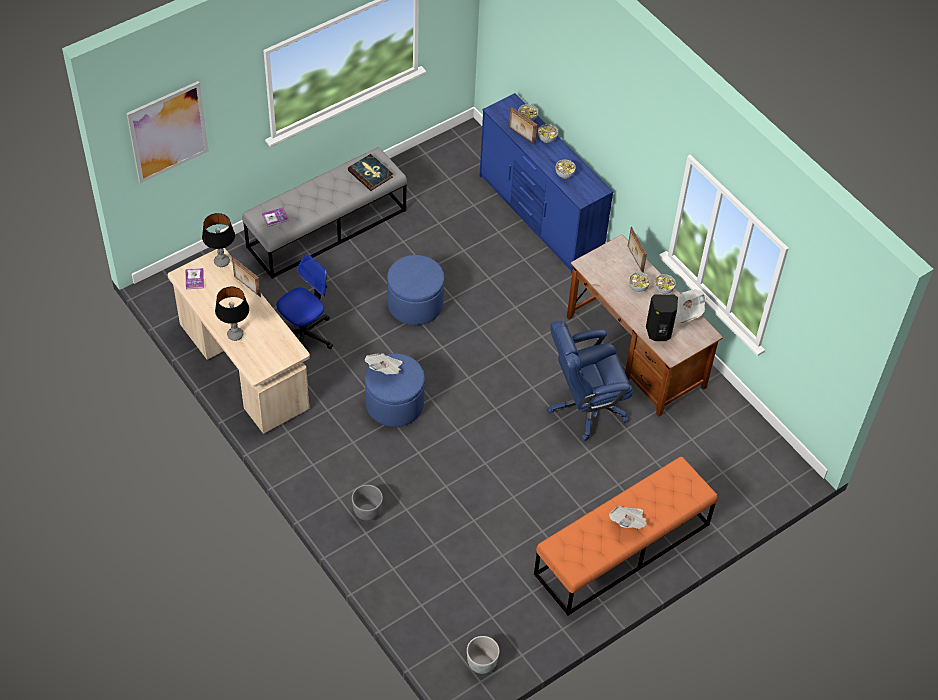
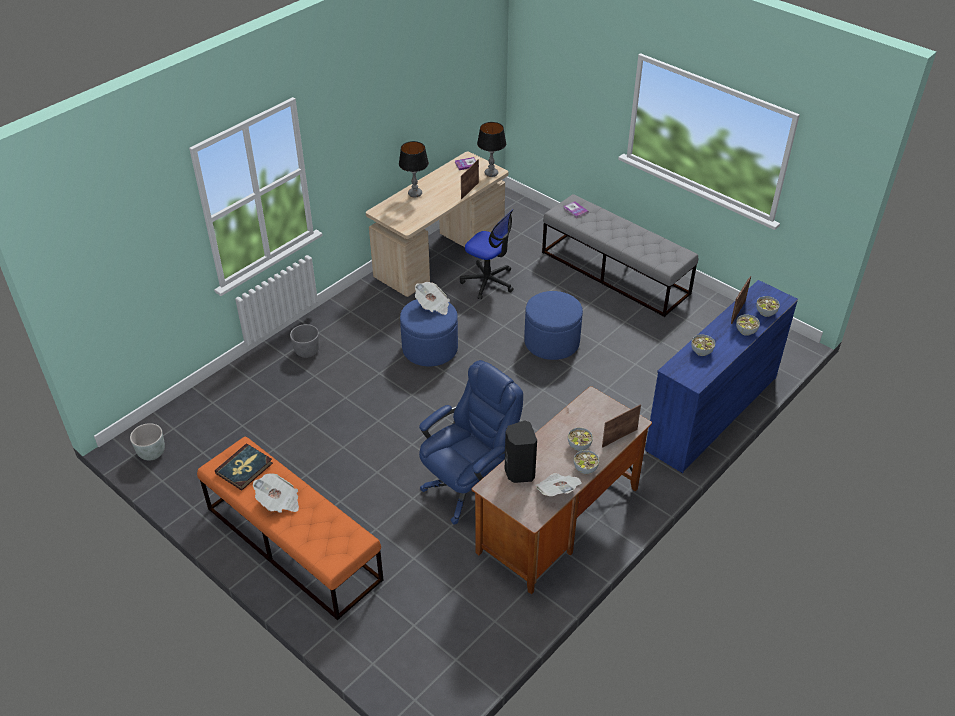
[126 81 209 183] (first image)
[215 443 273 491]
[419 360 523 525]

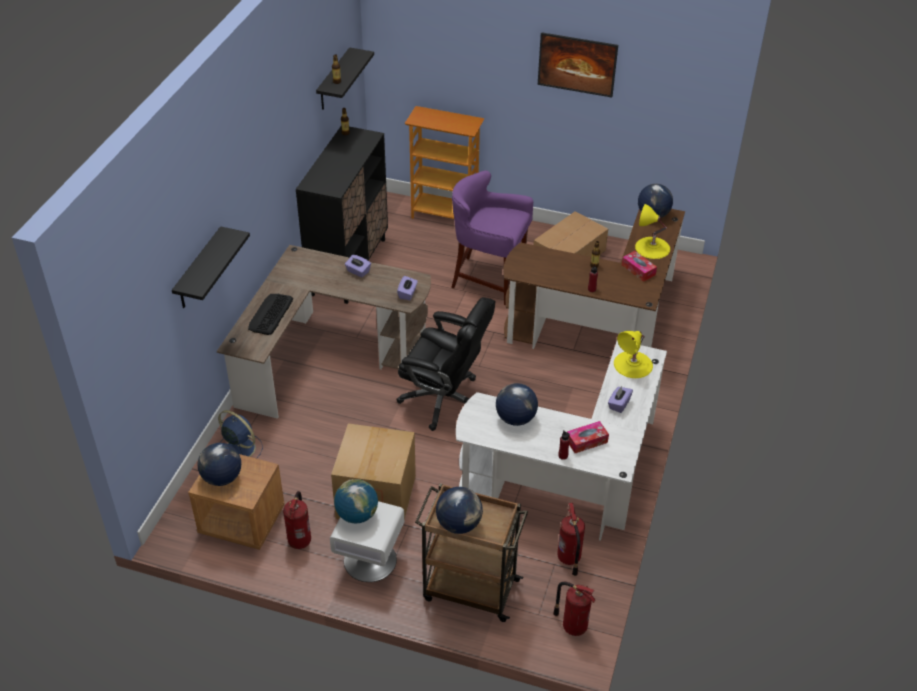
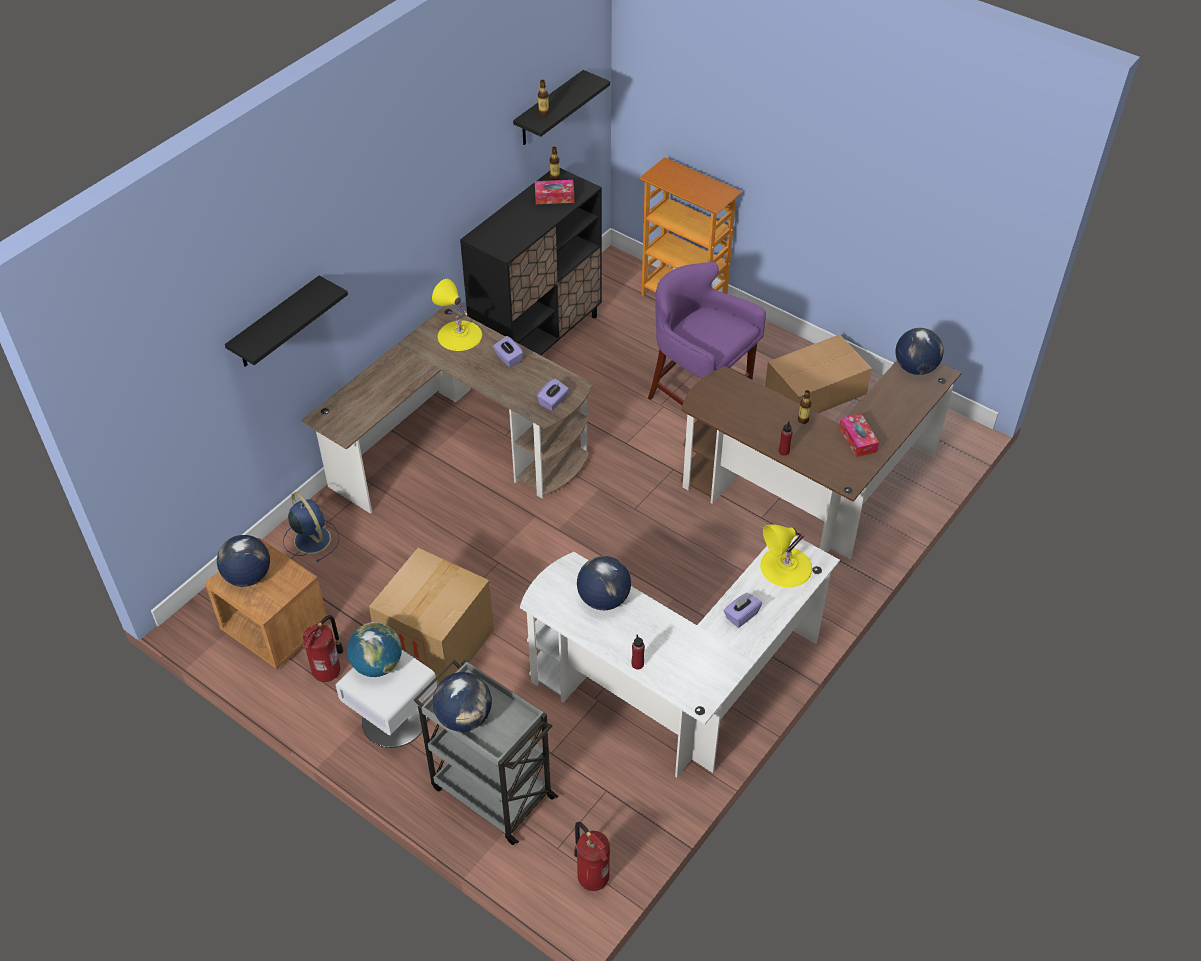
[248 294 293 335] (first image)
[396 297 495 431] (first image)
[538 32 618 98] (first image)
[557 503 585 576] (first image)
[535 180 574 204]
[432 279 482 351]
[414 659 558 845]

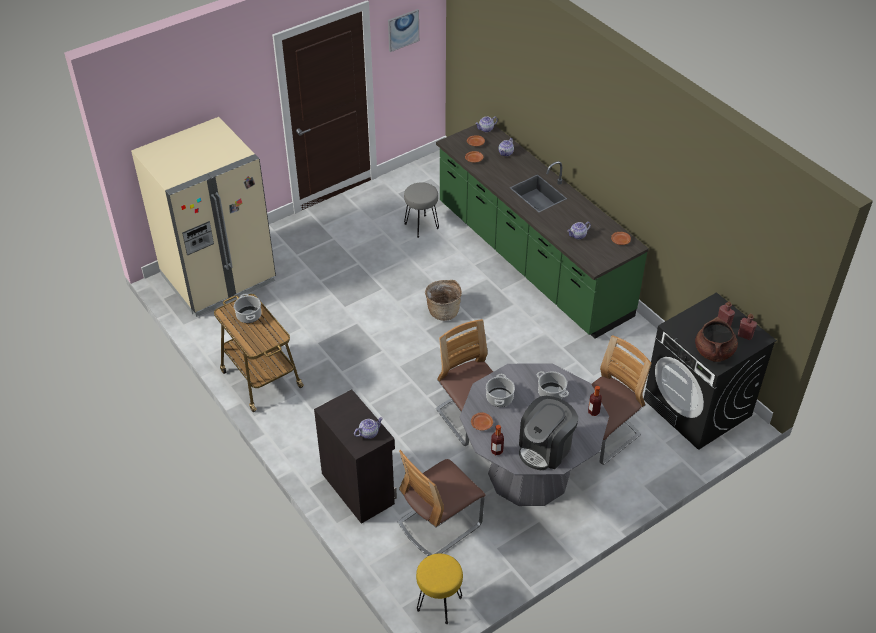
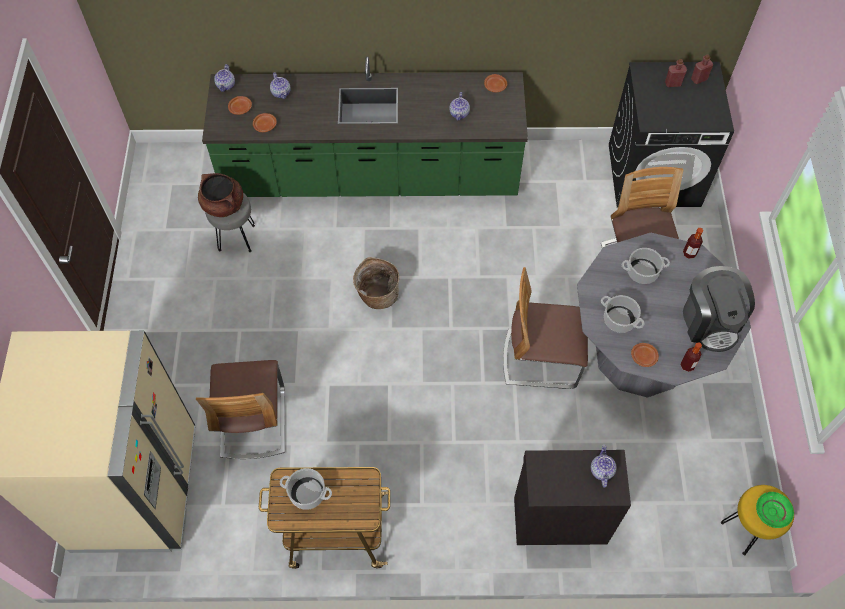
[388 9 419 52] (first image)
[756 492 794 528]
[196 360 285 459]
[198 173 243 217]

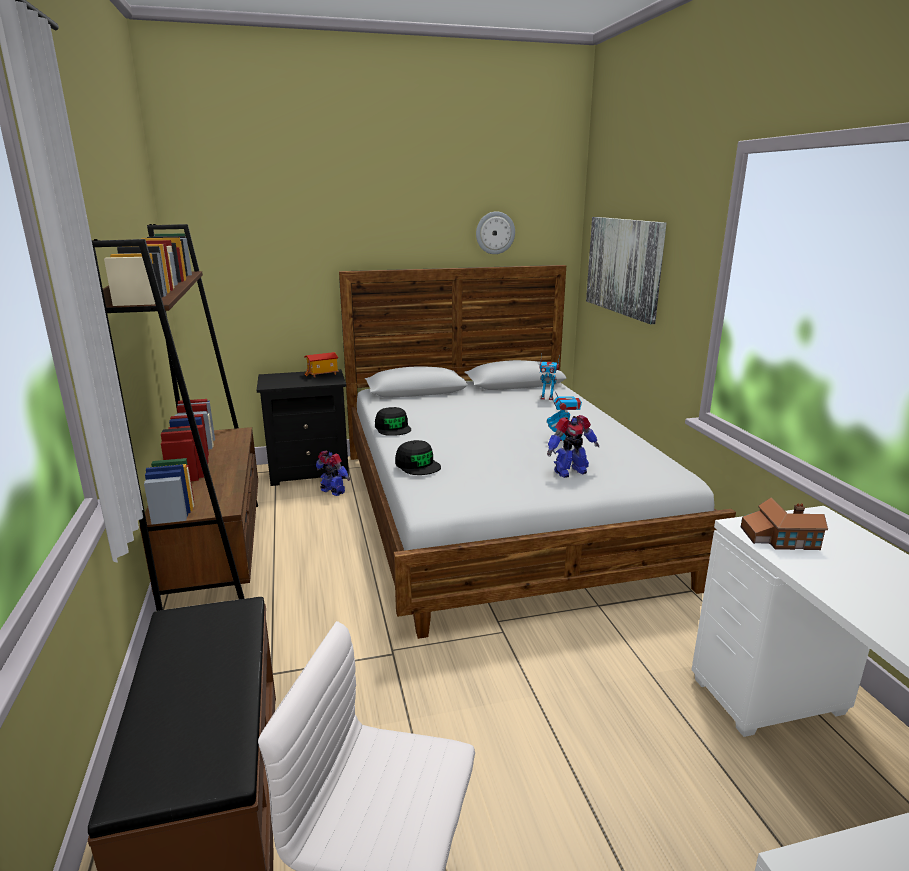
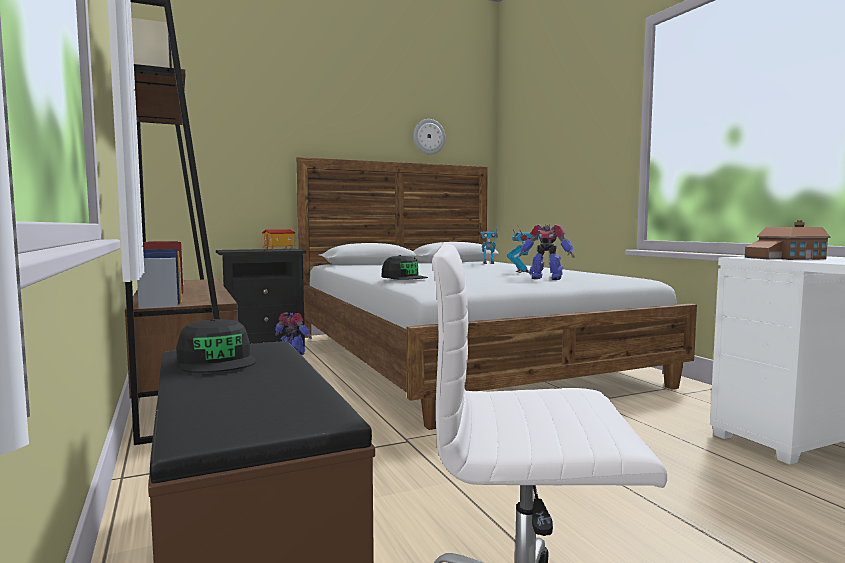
[586 217 666 324] (first image)
[176 319 256 373]
[519 224 575 280]

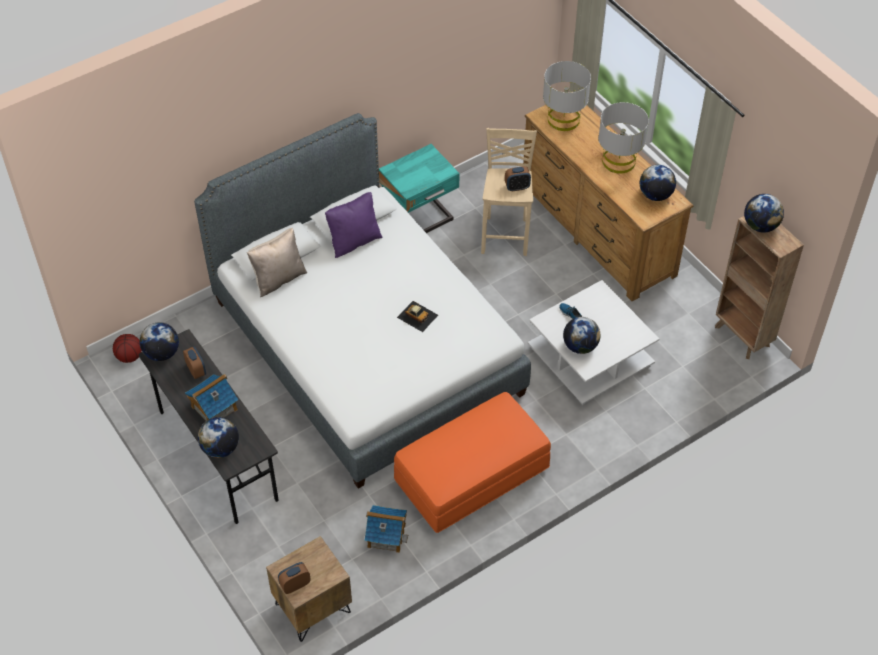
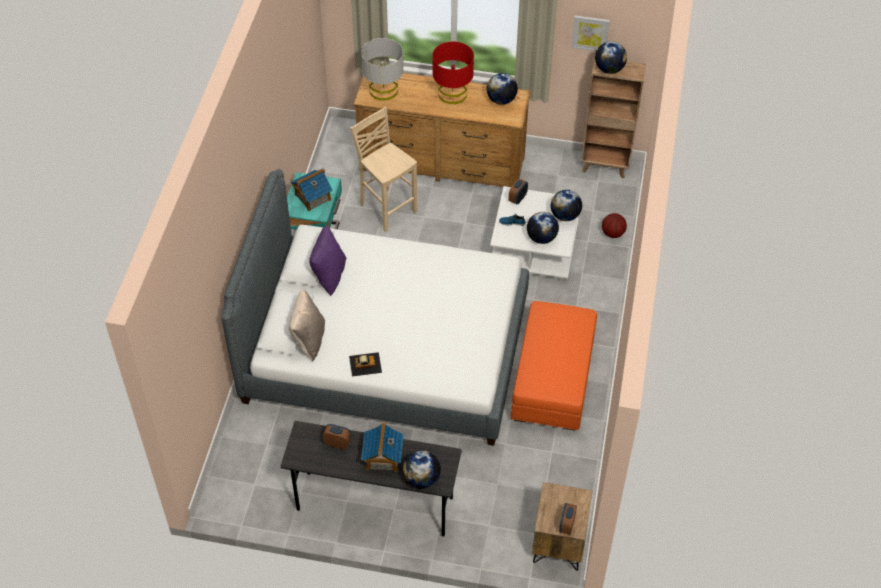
[571 15 610 51]
[602 213 627 238]
[551 190 582 221]
[291 168 332 211]
[349 352 382 376]
[508 178 528 205]
[432 42 474 104]

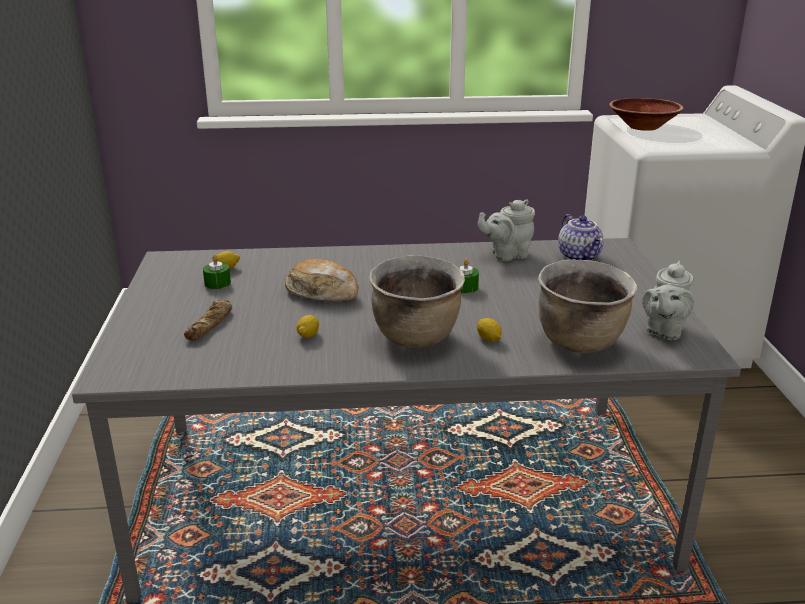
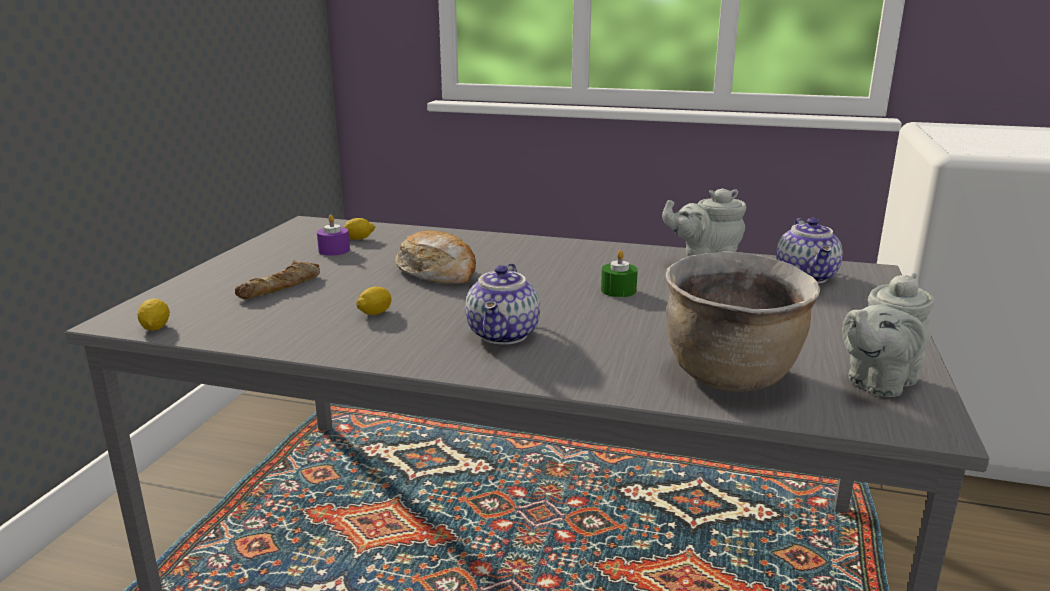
[609 98 683 131] (first image)
[137 298 170 331]
[465 263 540 345]
[317 215 350 256]

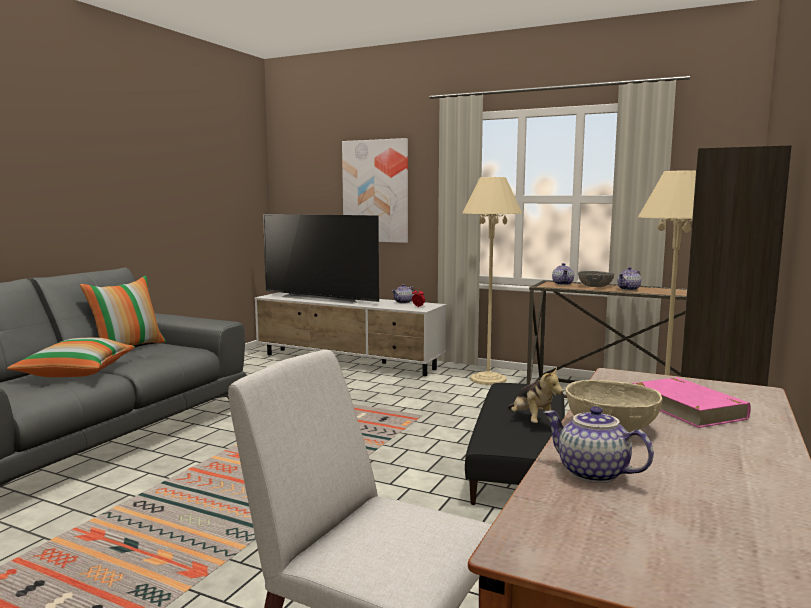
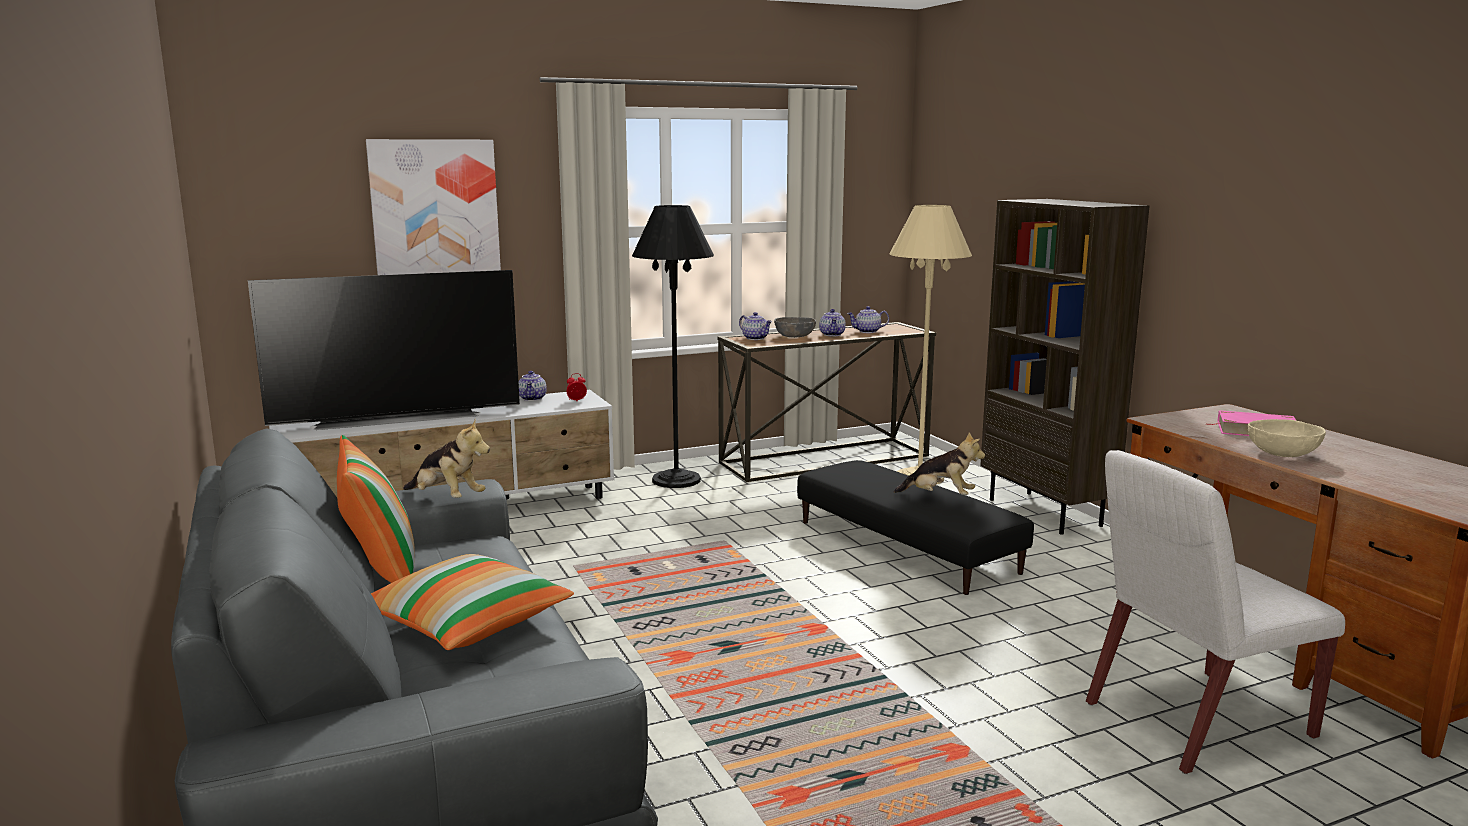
[403 419 490 498]
[847 306 889 333]
[632 205 714 488]

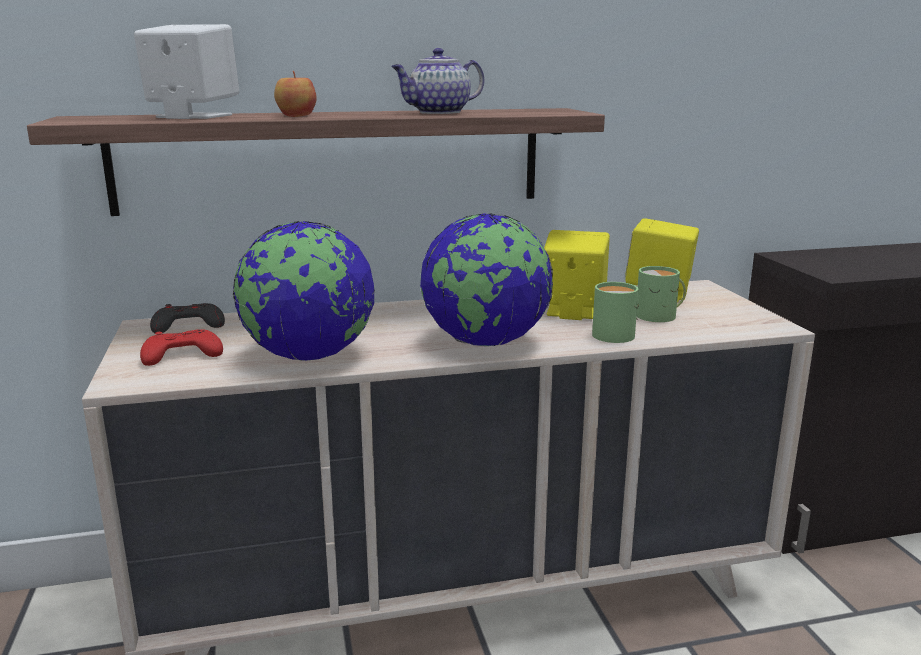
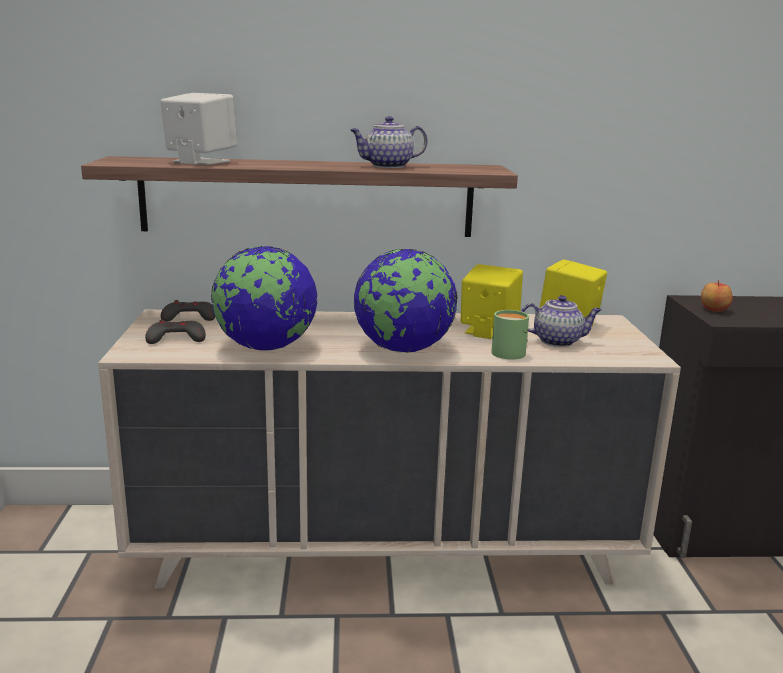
[701 280 733 312]
[521 295 602 347]
[145 320 206 344]

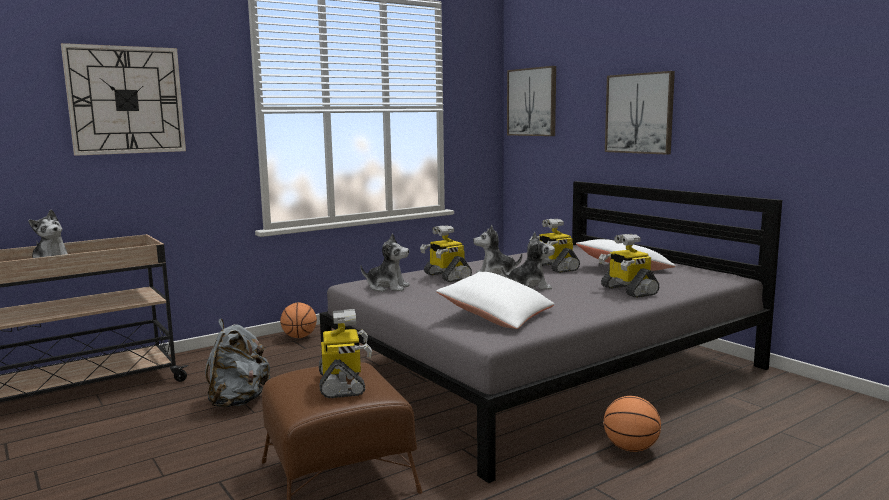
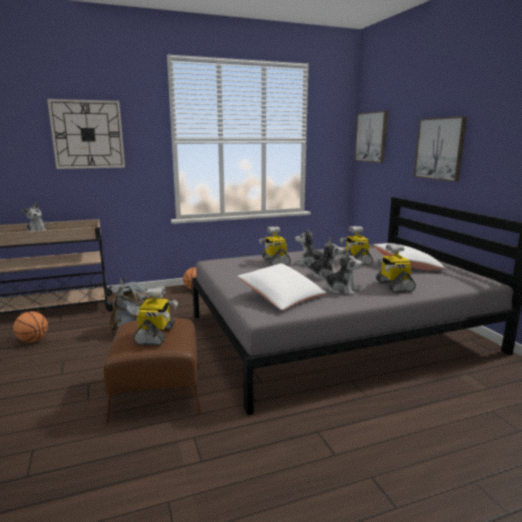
[321 248 363 295]
[13 312 48 342]

